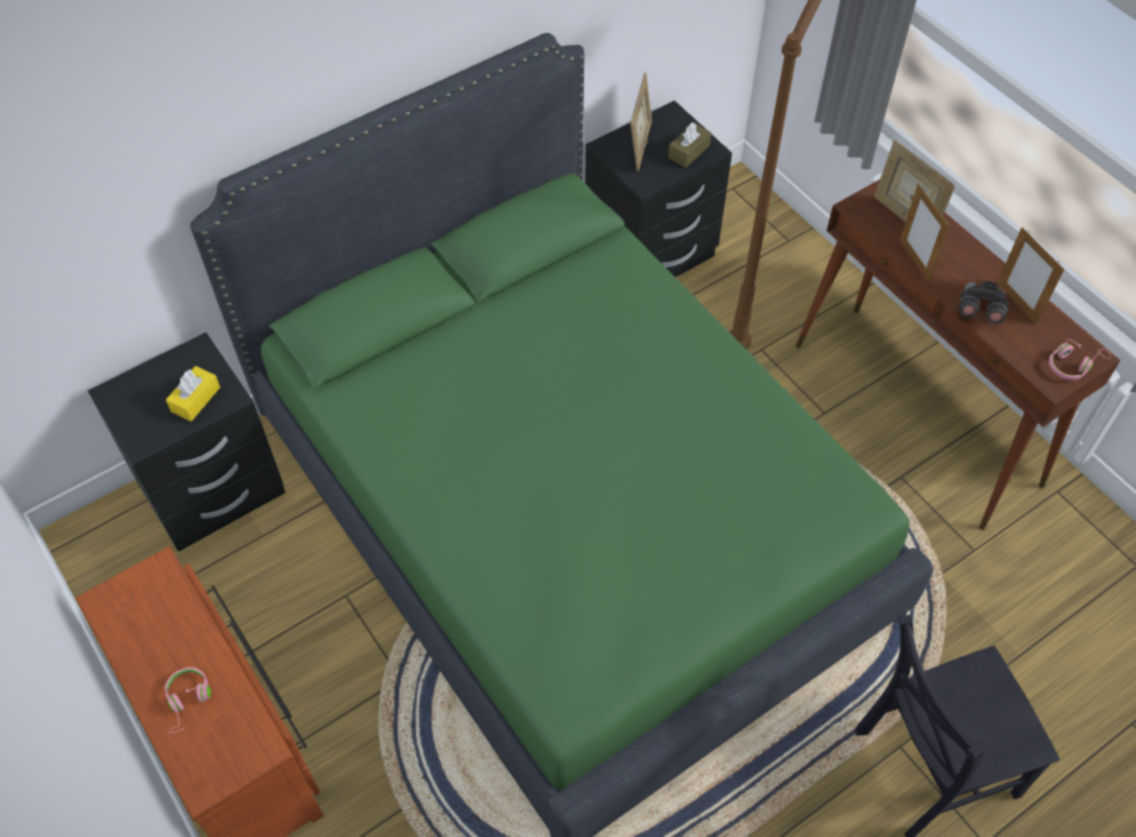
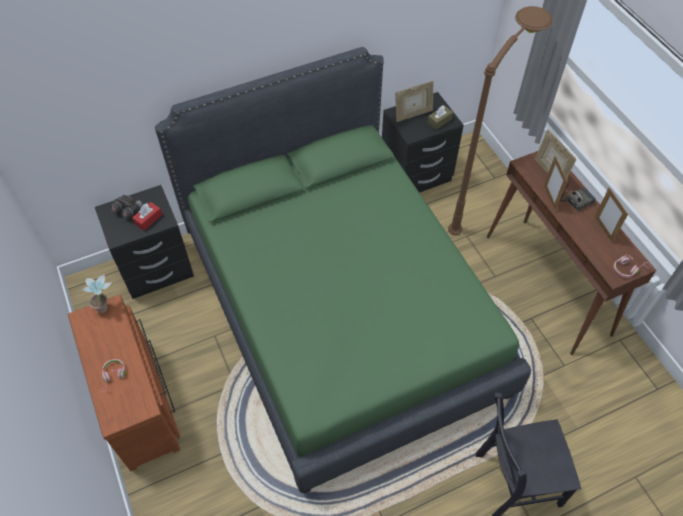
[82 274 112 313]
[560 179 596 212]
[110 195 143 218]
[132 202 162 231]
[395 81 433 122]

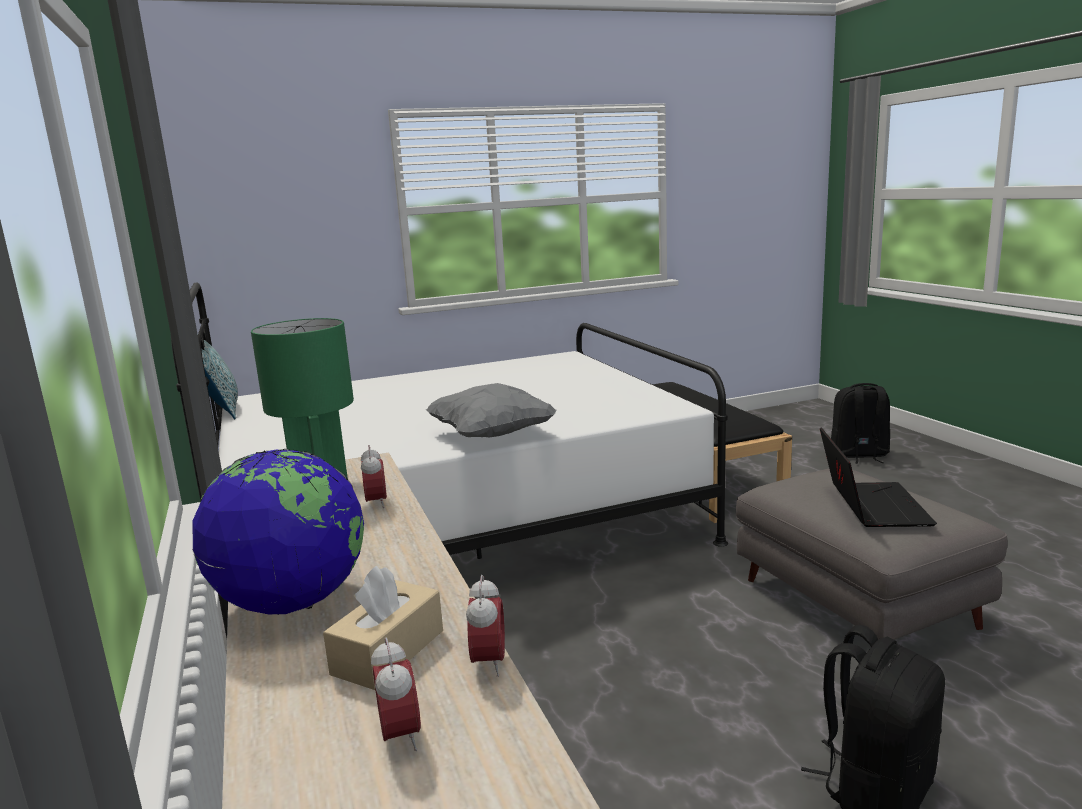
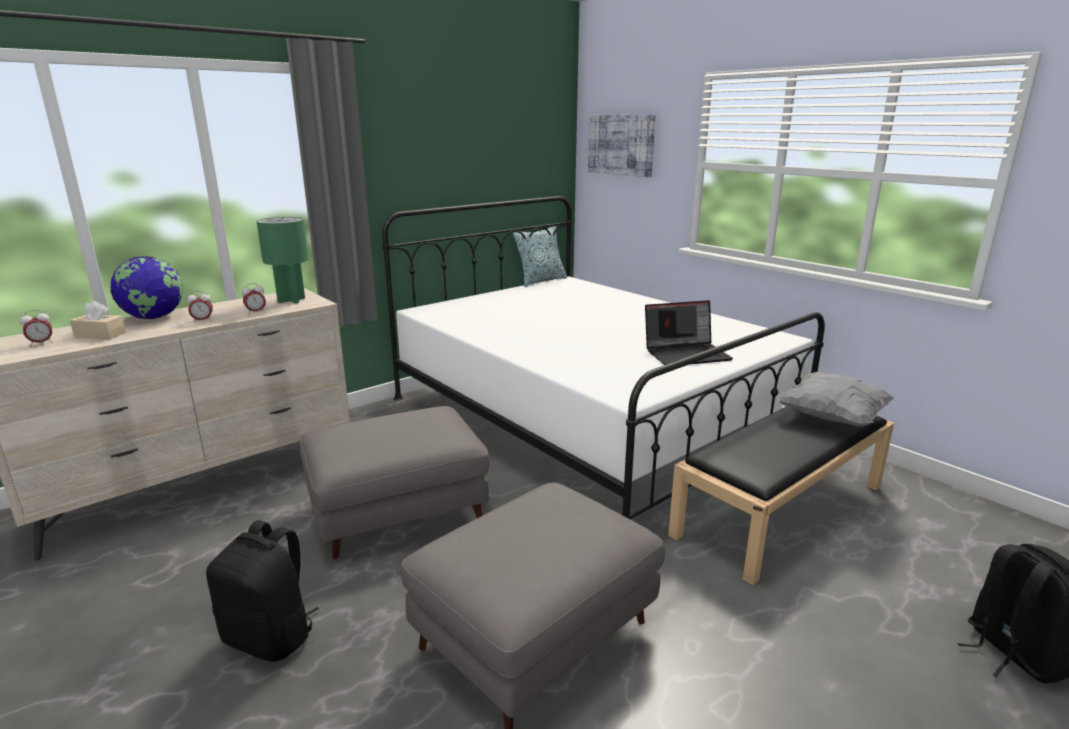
[299 406 490 560]
[588 115 655 177]
[776 372 895 427]
[187 291 213 323]
[645 300 733 365]

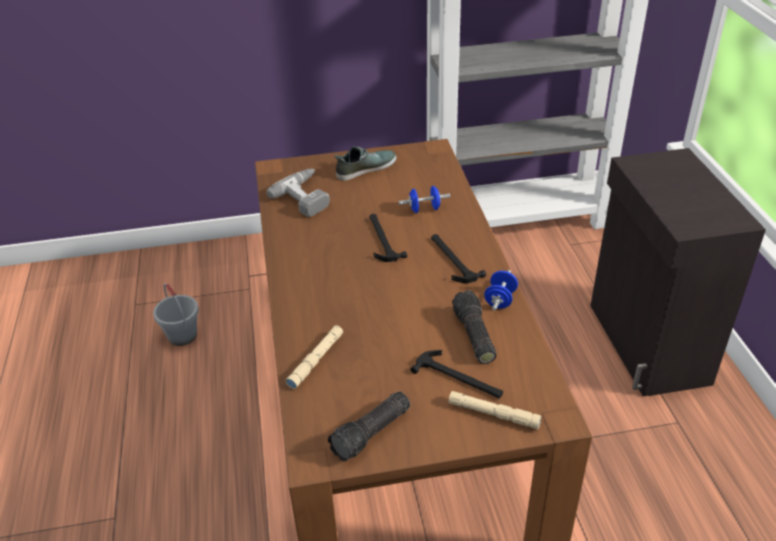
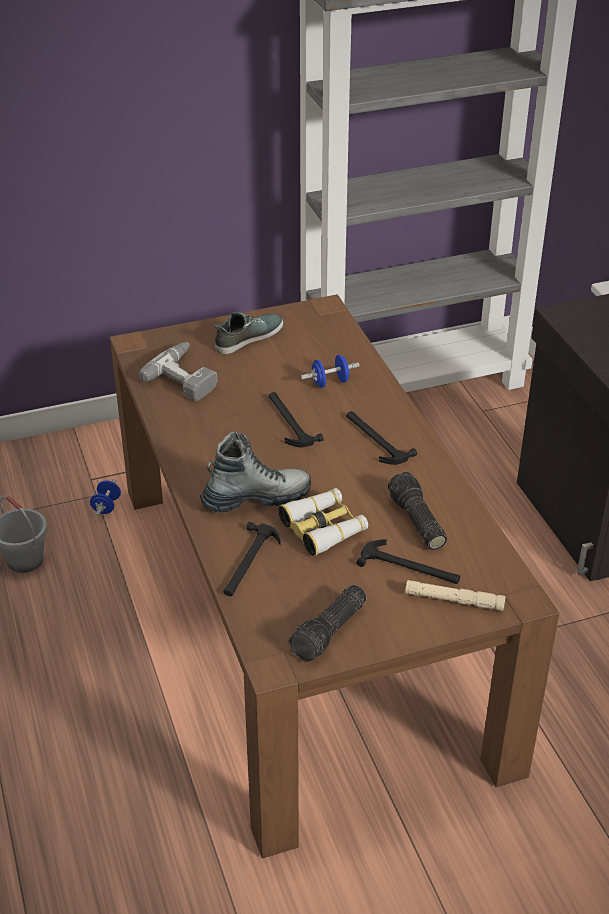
[200 432 311 513]
[278 488 368 556]
[90 479 121 516]
[223 522 281 596]

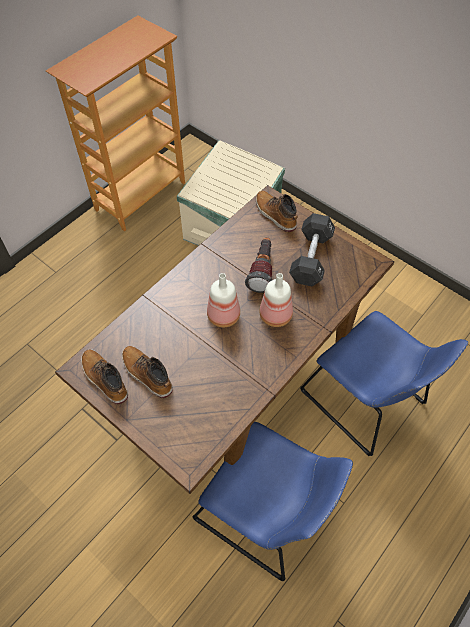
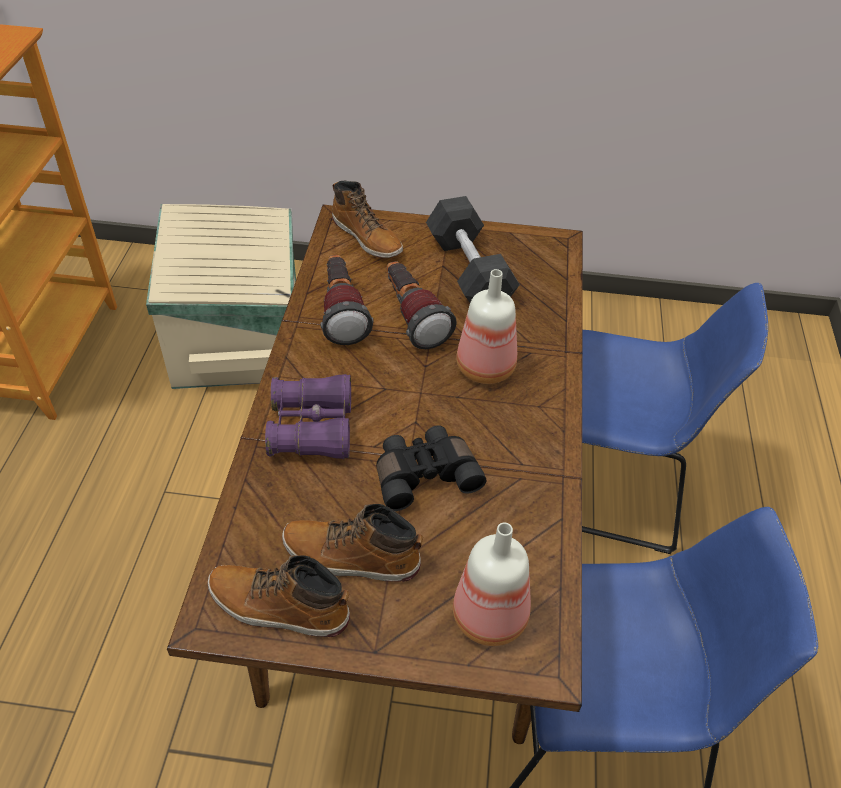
[265 374 351 459]
[320 255 374 345]
[376 426 486 511]
[453 522 531 646]
[332 181 403 258]

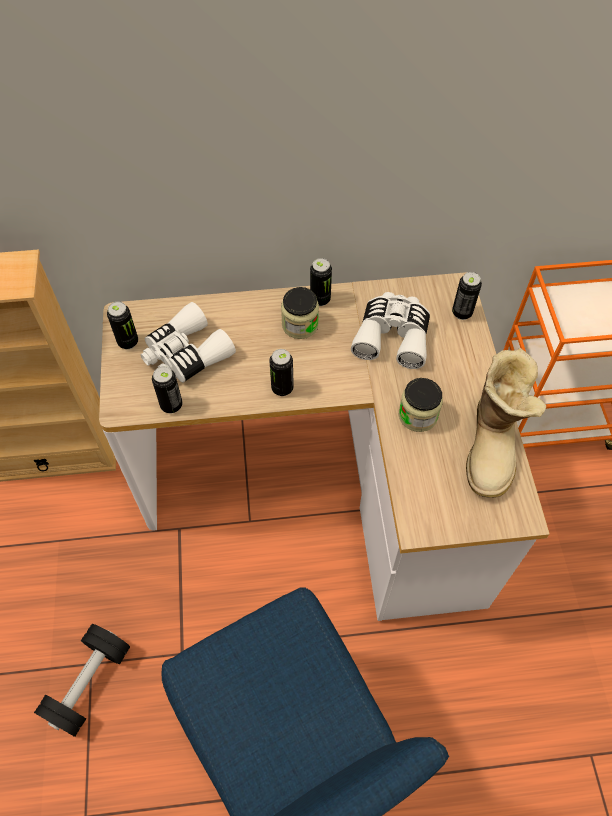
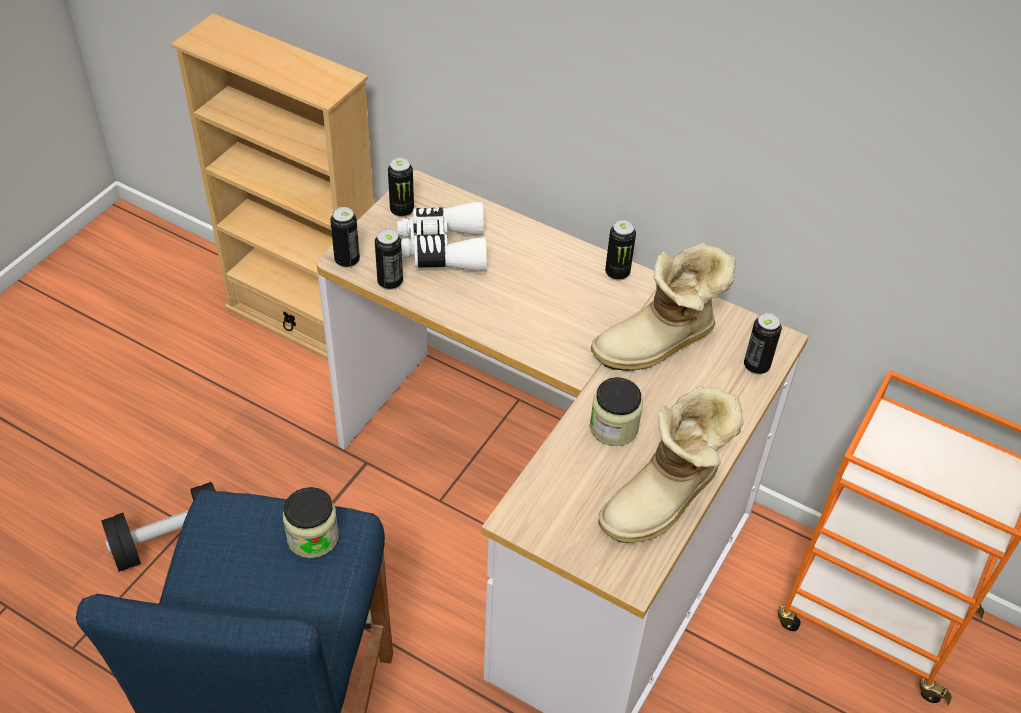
[330 207 360 268]
[283 487 339 558]
[591 243 736 371]

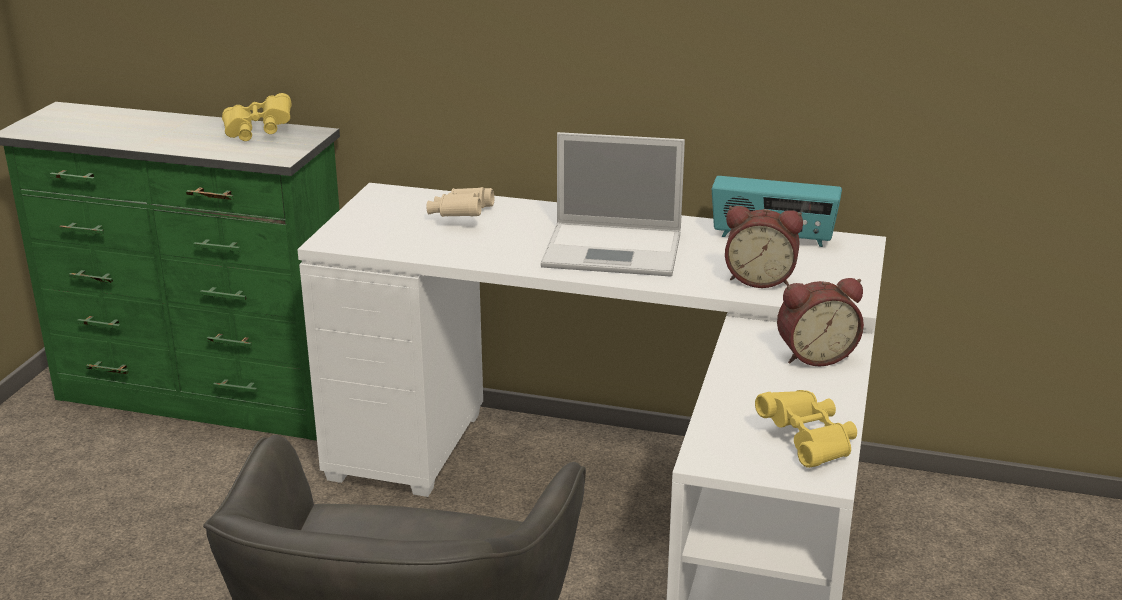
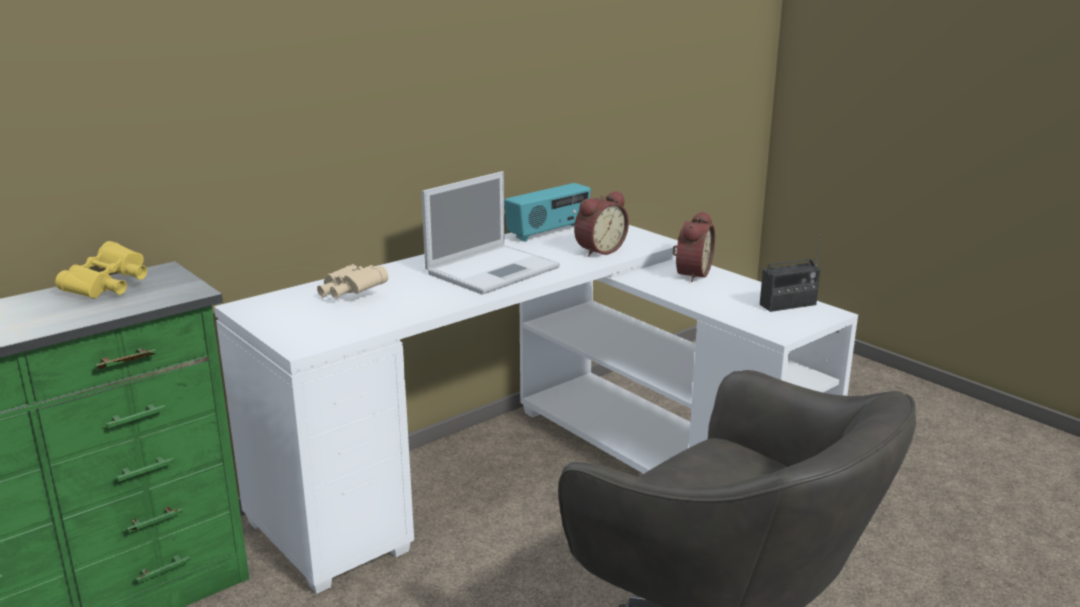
[760 227 821 312]

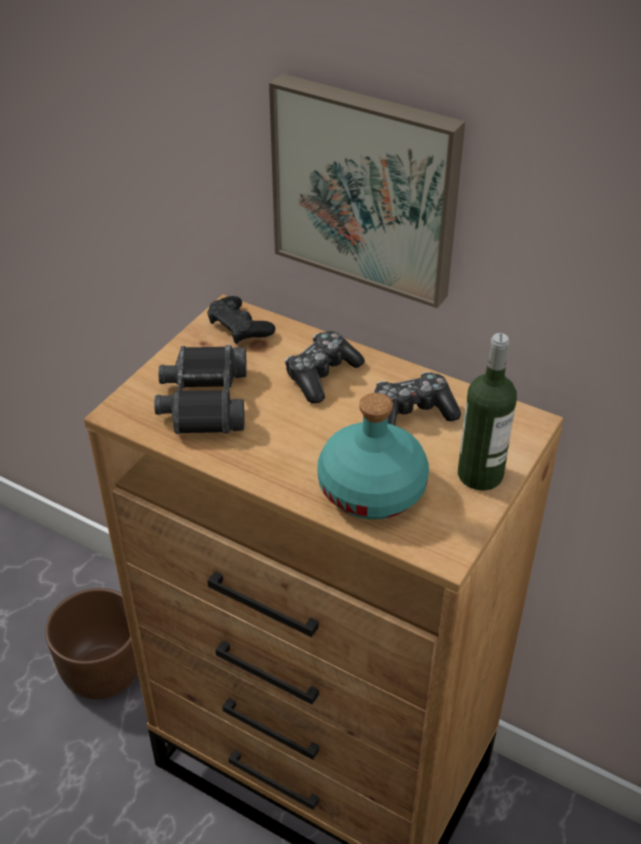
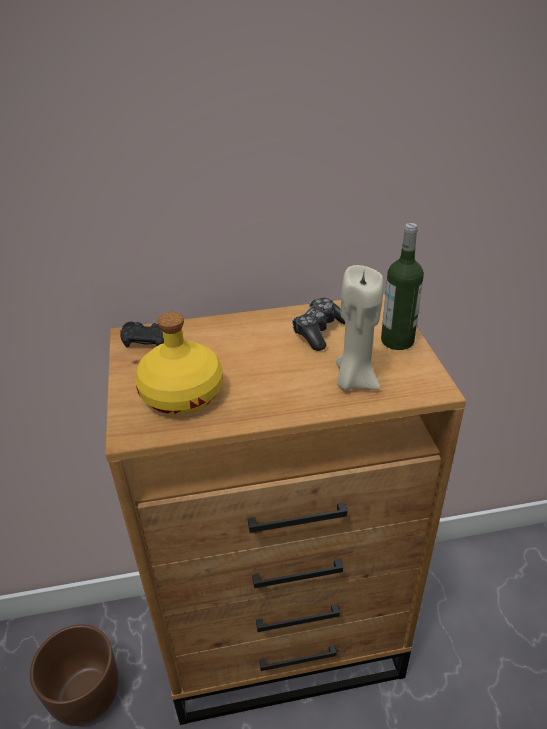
[269 74 465 308] (first image)
[285 331 365 403] (first image)
[135 312 223 414]
[336 265 383 391]

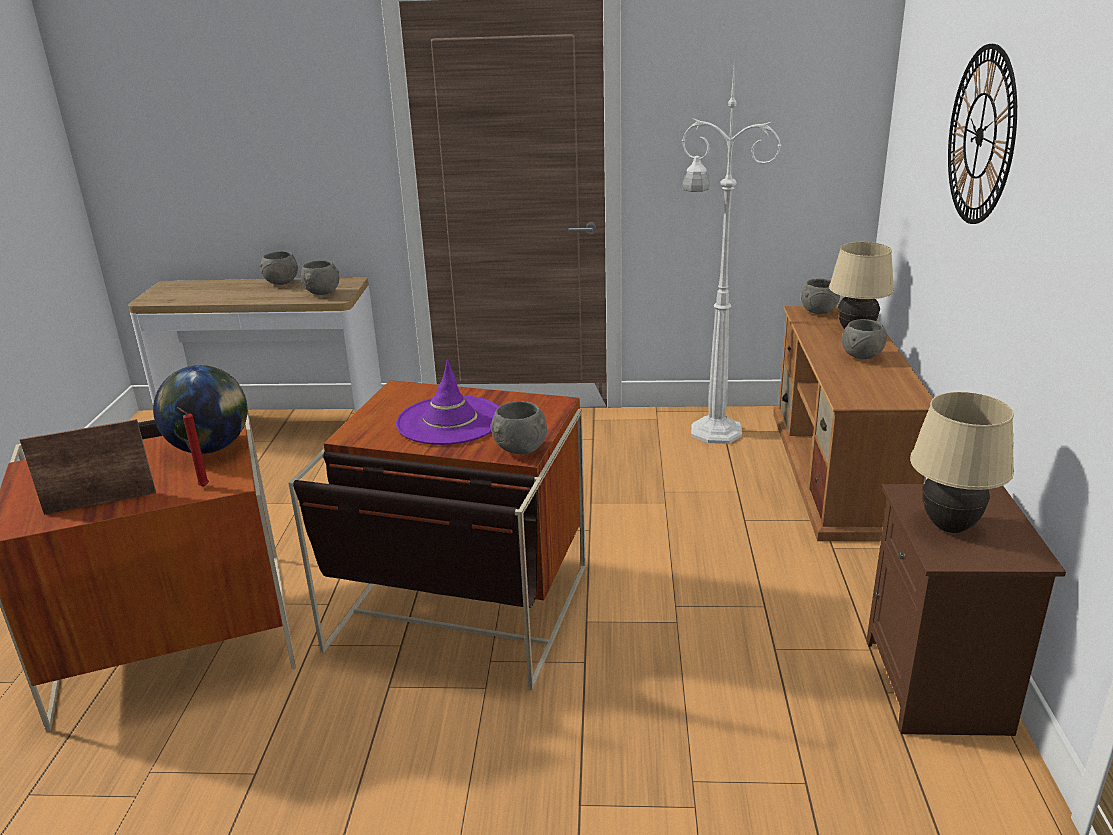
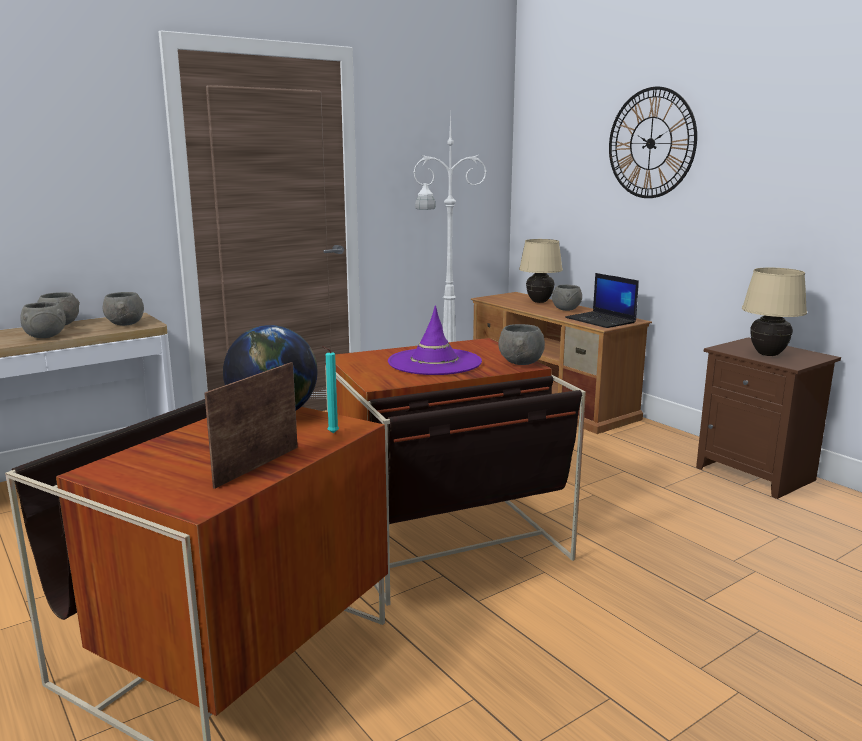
[565 273 639 328]
[20 302 66 338]
[321 346 339 433]

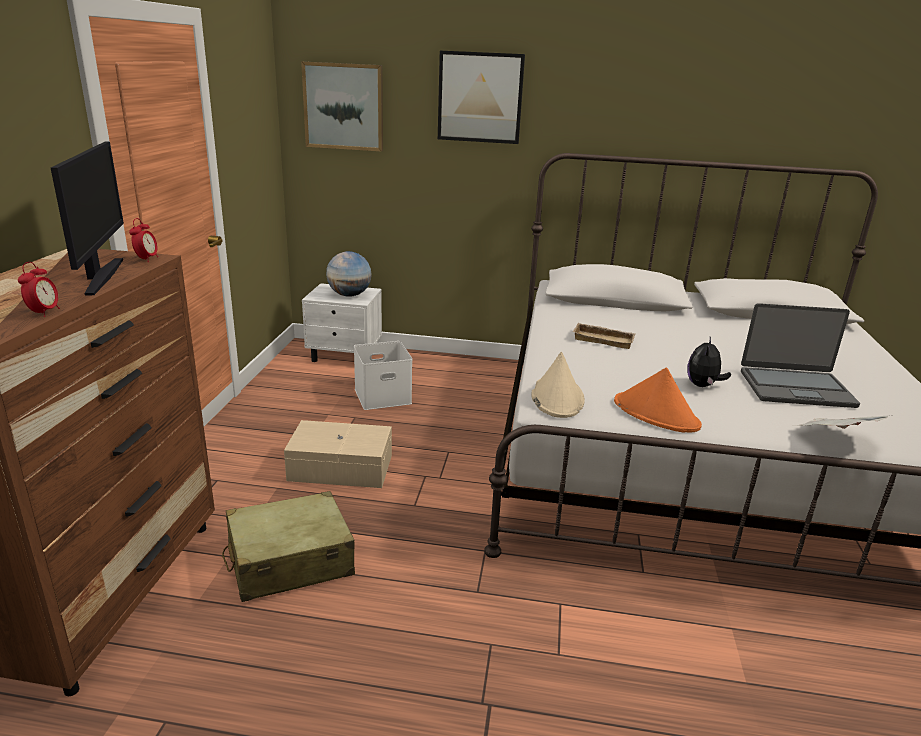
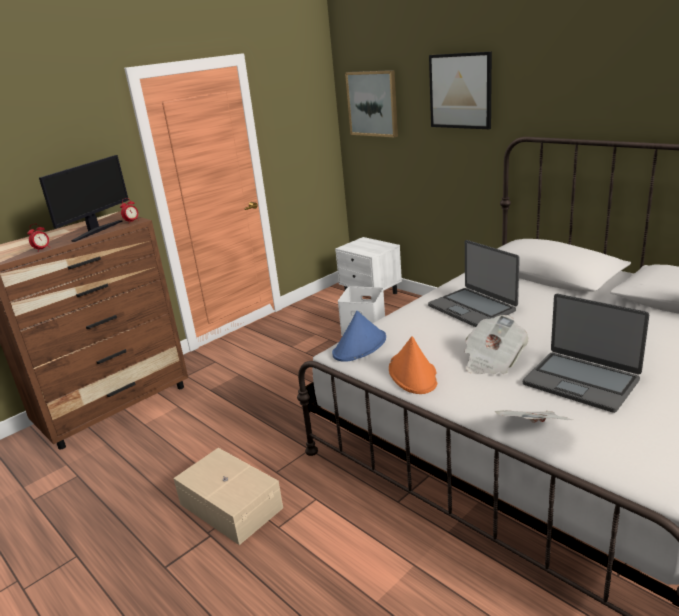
[222 491 355 602] (first image)
[326 251 372 297] (first image)
[173 448 283 545]
[428 240 520 327]
[464 315 529 374]
[332 311 386 362]

